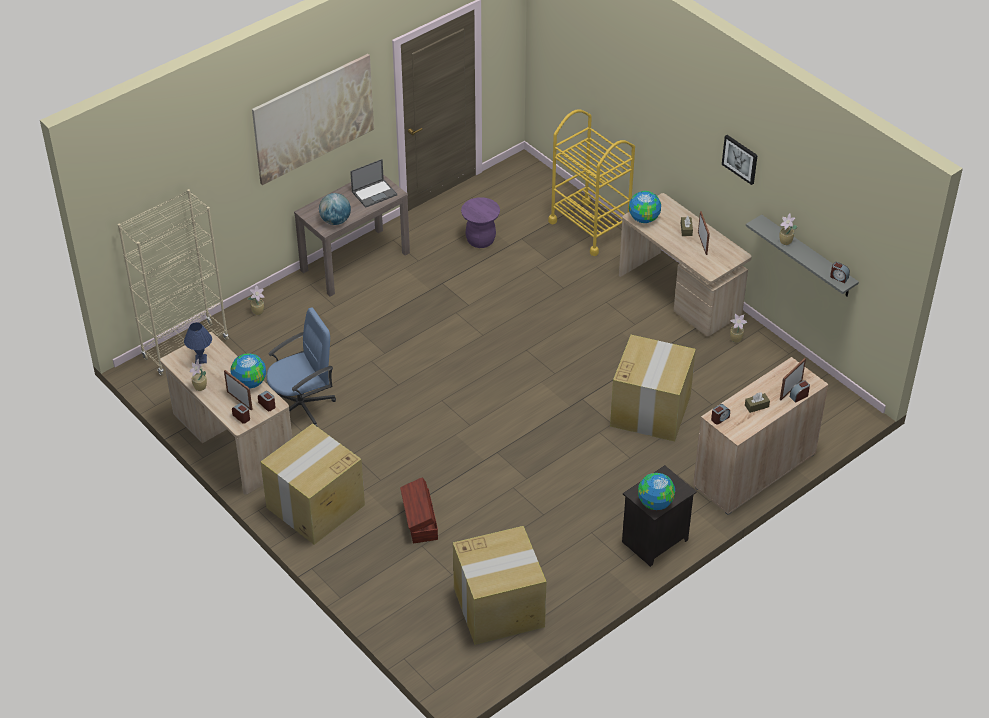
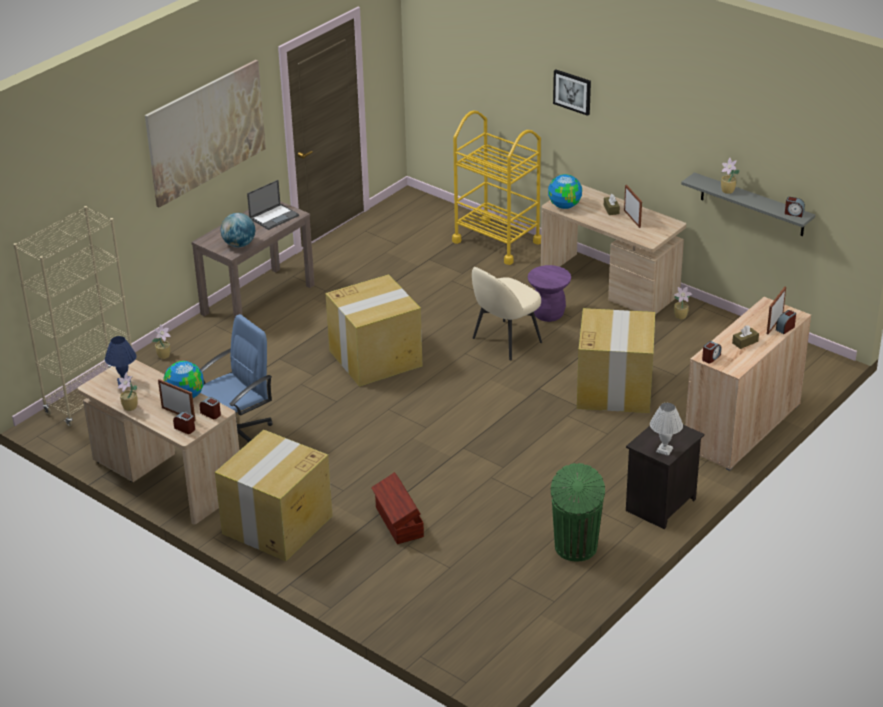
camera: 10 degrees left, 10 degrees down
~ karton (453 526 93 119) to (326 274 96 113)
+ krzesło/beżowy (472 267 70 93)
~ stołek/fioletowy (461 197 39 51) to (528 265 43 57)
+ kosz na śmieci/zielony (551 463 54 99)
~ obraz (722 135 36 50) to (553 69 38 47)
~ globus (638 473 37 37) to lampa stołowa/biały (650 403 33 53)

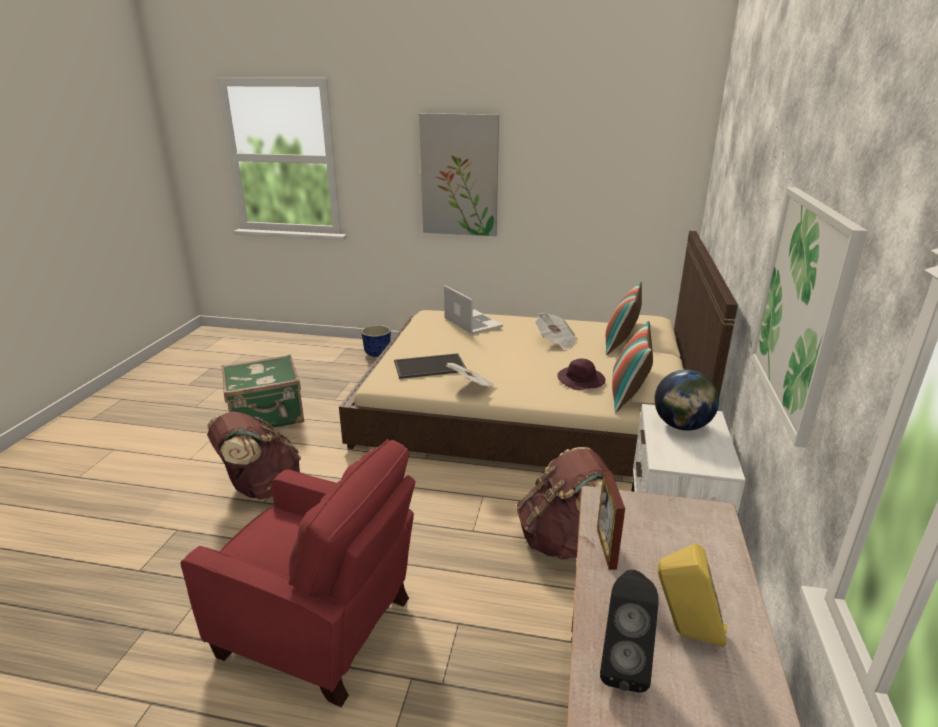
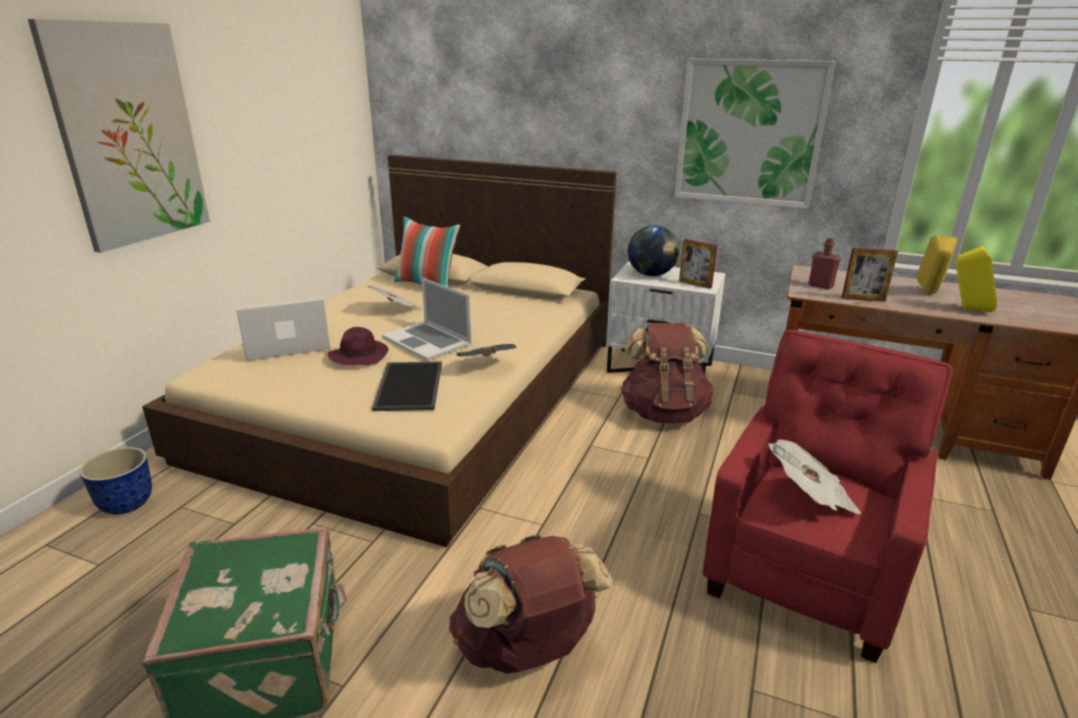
camera: 80 degrees left, 0 degrees up
~ kapelusz/fioletowy (557 359 48 31) to (328 327 60 38)
+ laptop (382 277 90 84)
+ ramka na zdjęcie (679 239 38 50)
+ gazeta (768 439 93 75)
+ butelka/czerwony (808 238 33 51)
~ głośnik/czarny (600 570 58 123) to głośnik/żółty (956 246 42 66)
- poduszka (612 321 41 91)

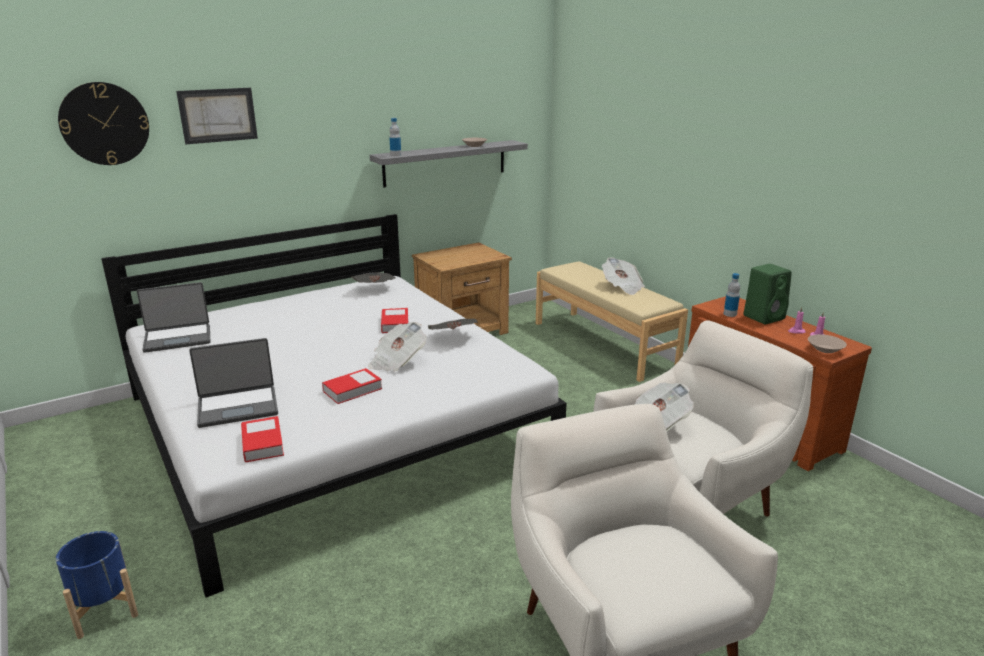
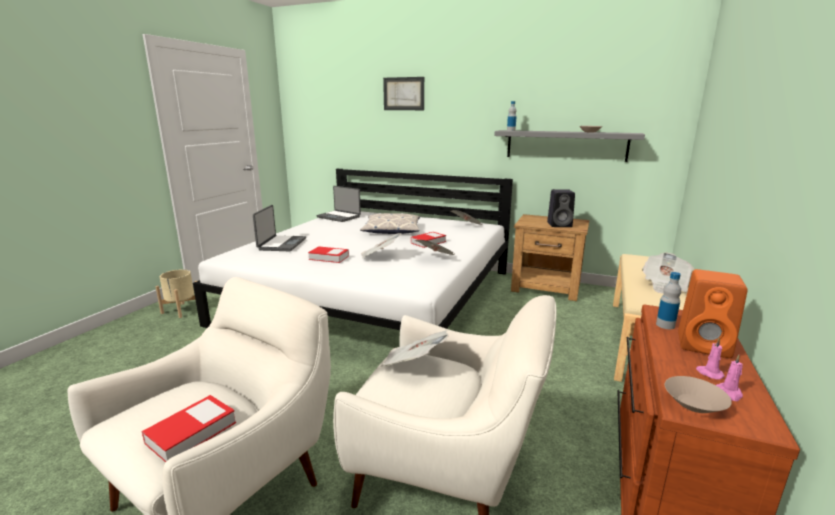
camera: 55 degrees right, 5 degrees down
~ książka (241 416 43 46) to (142 395 94 67)
~ donica/niebieski (56 531 82 108) to donica/beżowy (155 269 42 49)
~ laptop (189 338 89 90) = (253 205 53 46) 120 degrees counterclockwise
+ poduszka (360 213 60 21)
+ głośnik/czarny (547 189 28 38)
~ głośnik/zielony (744 264 48 60) to głośnik/pomarańczowy (678 269 69 89)
- zegar ścienny (58 82 91 83)

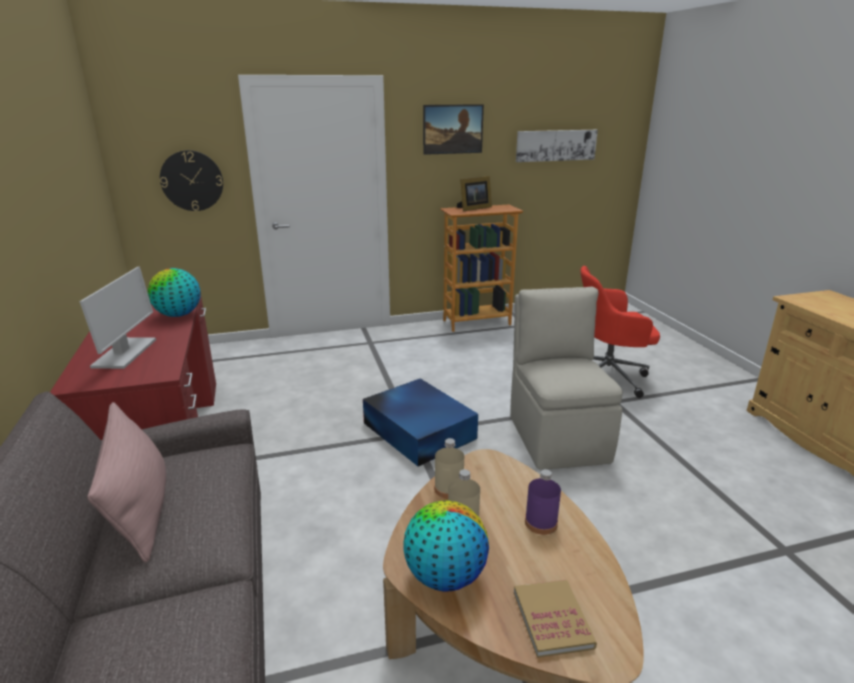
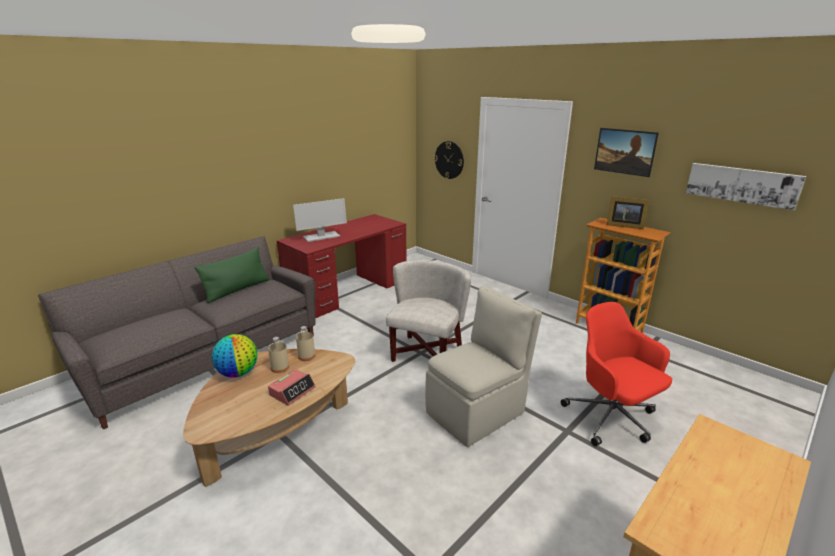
camera: 60 degrees right, 0 degrees up
~ poduszka/różowy (87 402 79 161) to poduszka/zielony (195 247 75 56)
~ butelka/fioletowy (525 469 36 66) to budzik (268 369 48 37)
~ pojemnik do przechowywania/niebieski (363 378 115 88) to fotel/biały (386 260 85 102)
- globus (148 268 53 49)
- książka (514 580 83 78)

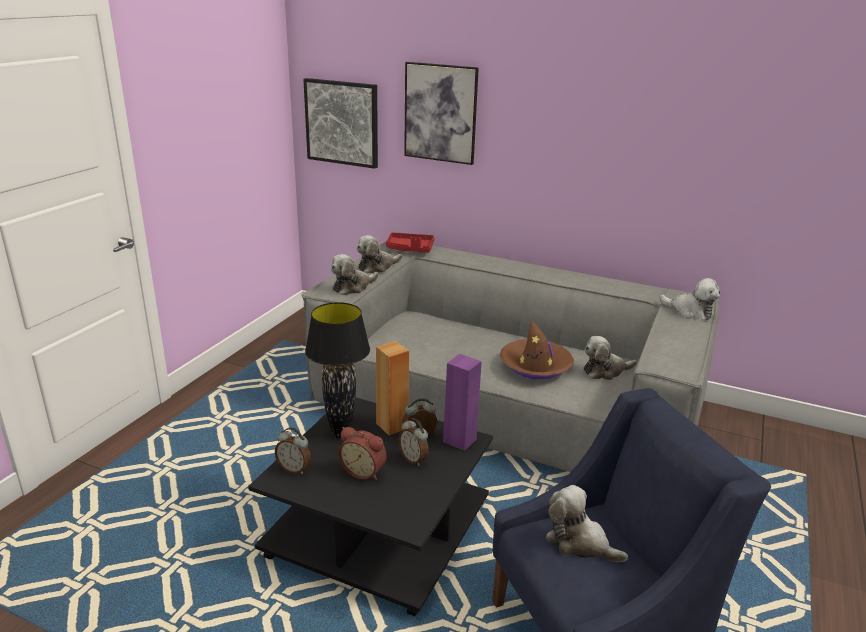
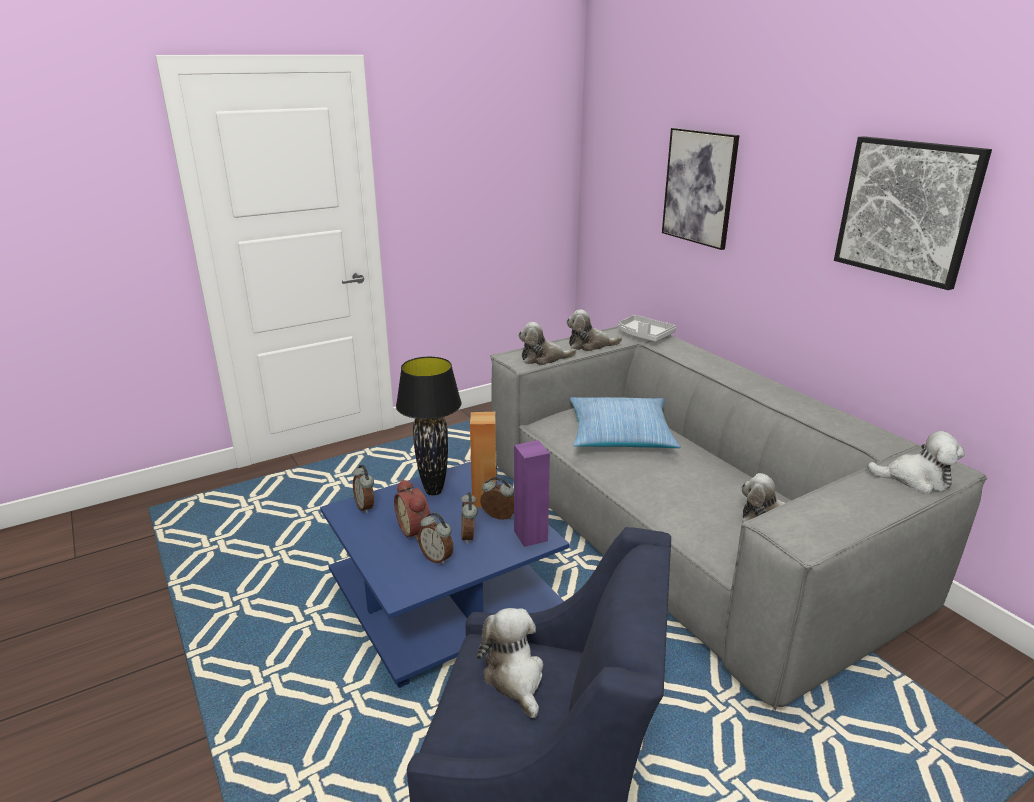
camera: 35 degrees right, 0 degrees up
~ ława/czarny (248 398 245 218) to ława/niebieski (320 462 249 226)
+ budzik (418 512 36 53)
+ poduszka (570 397 111 51)
~ taca/czerwony (386 233 48 19) to taca/szary (618 315 58 27)
~ obraz (303 78 75 91) to (834 136 158 154)
~ pluszak (660 278 60 42) = (867 431 98 62) 60 degrees counterclockwise
- kapelusz/brązowy (500 320 74 59)

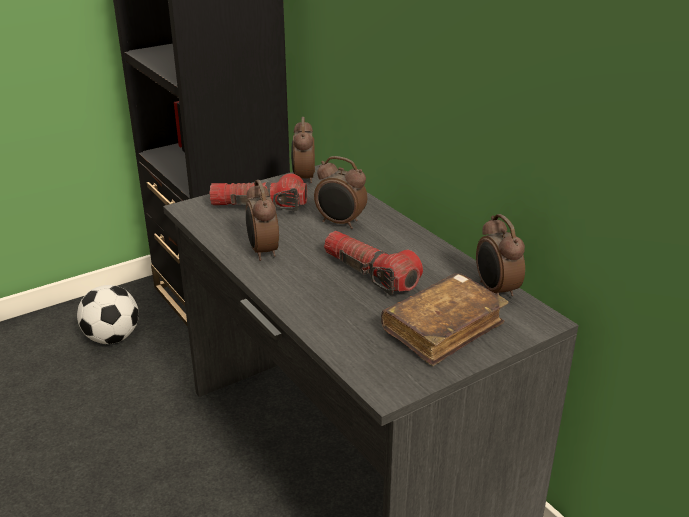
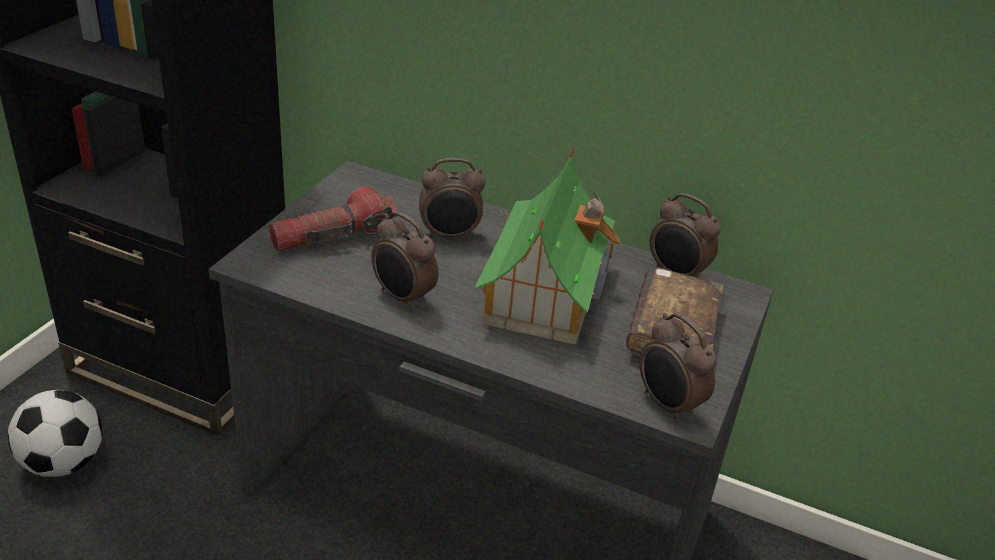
camera: 35 degrees left, 5 degrees up
~ latarka (324 231 99 64) to domek (475 147 146 198)
~ budzik (291 117 24 66) to (639 313 78 110)

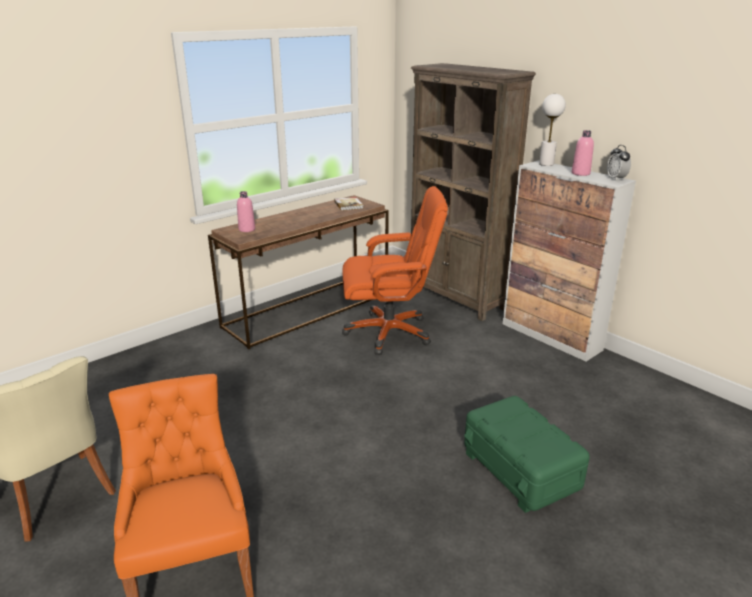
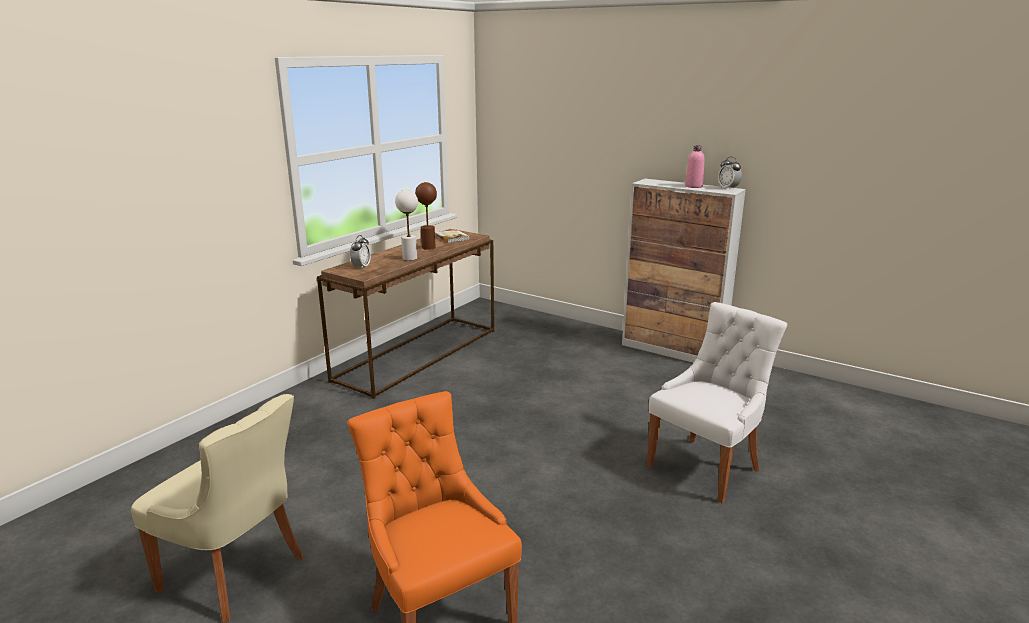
camera: 15 degrees left, 5 degrees down
~ butelka/różowy (237 191 18 41) to budzik (350 235 21 34)
~ lampa stołowa/biały (539 94 27 72) to (395 190 23 71)
+ lampa stołowa/brązowy (415 182 22 68)
~ pojemnik do przechowywania/zielony (464 396 126 117) to krzesło/biały (647 302 141 201)
- krzesło biurowe/pomarańczowy (342 186 106 169)
- regał/brązowy (411 63 125 258)

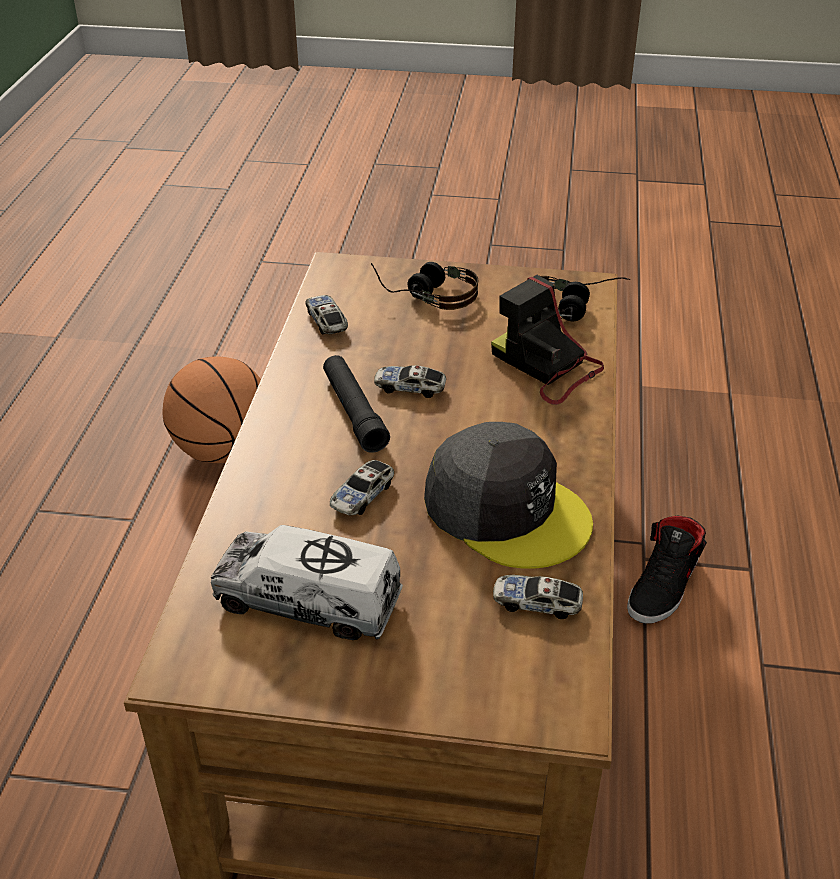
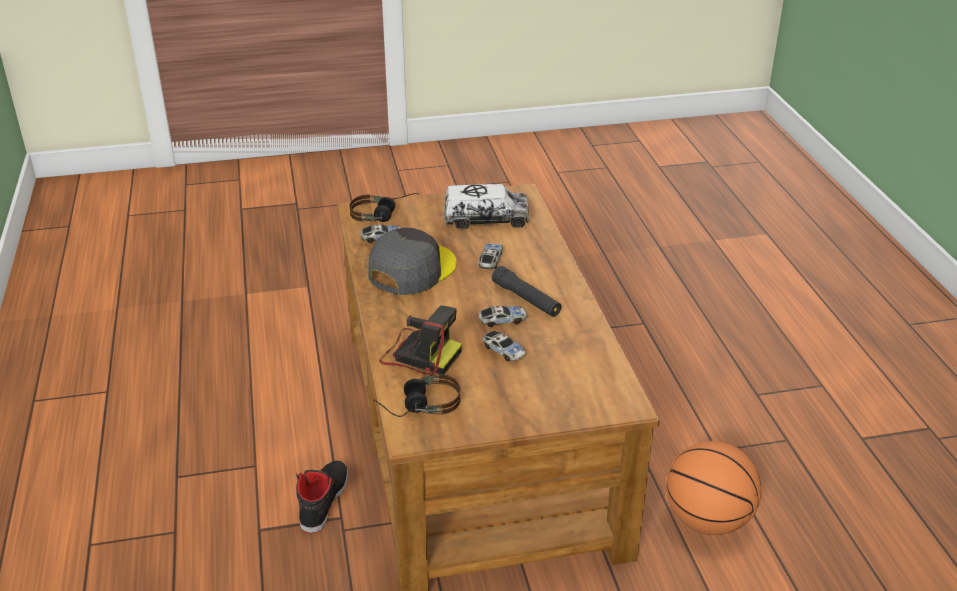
camera: 160 degrees right, 5 degrees down
~ słuchawki (371 262 107 48) to (349 193 69 29)
~ czapka z daszkiem/szary (424 422 169 146) = (368 228 88 67) 105 degrees clockwise
~ samochodzik (305 295 43 39) to (482 331 44 30)

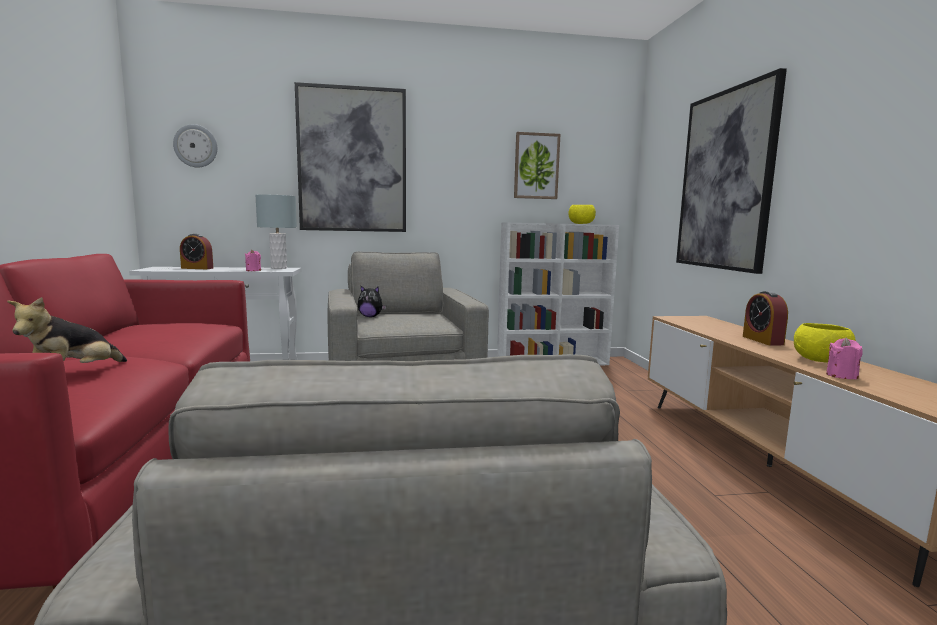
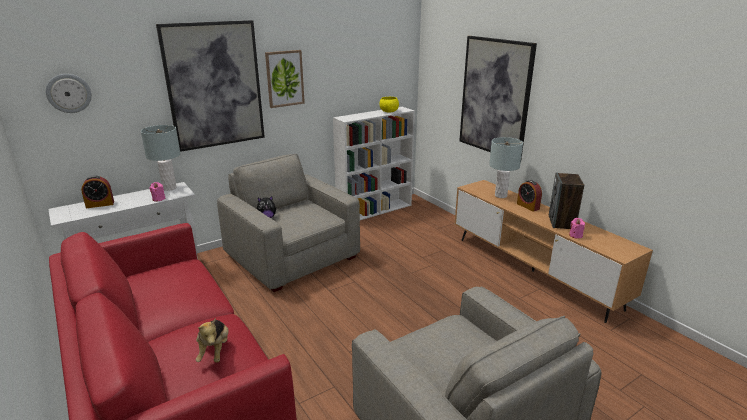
camera: 25 degrees left, 15 degrees up
~ obraz (514 132 47 67) to (265 50 40 58)
+ lampa stołowa/szary (489 137 34 61)
~ miska/żółty (794 323 62 40) to głośnik (549 173 35 56)

